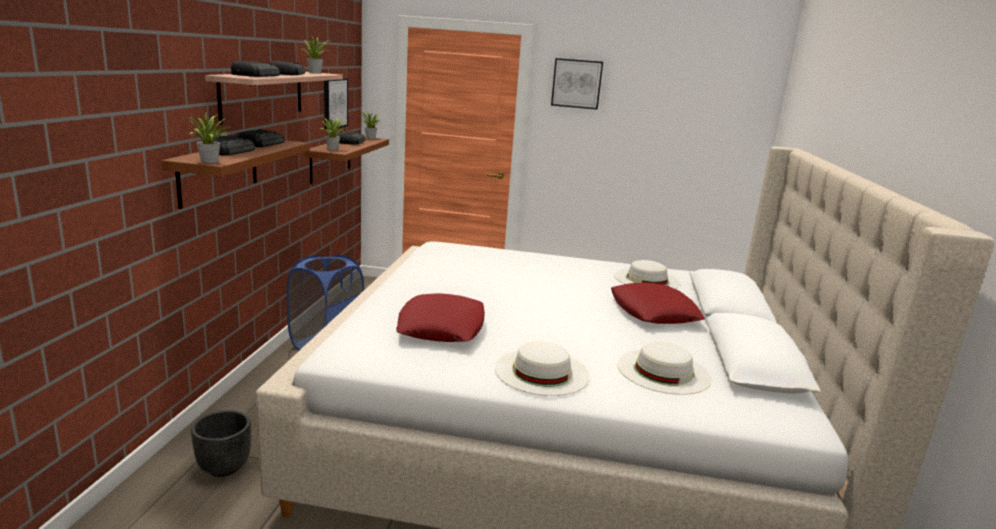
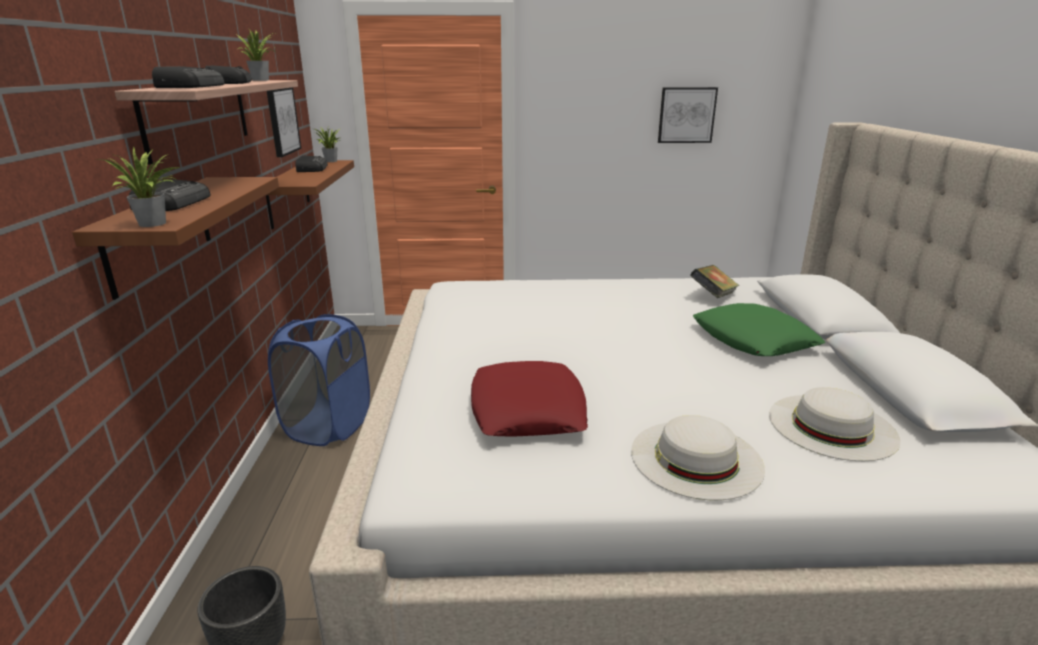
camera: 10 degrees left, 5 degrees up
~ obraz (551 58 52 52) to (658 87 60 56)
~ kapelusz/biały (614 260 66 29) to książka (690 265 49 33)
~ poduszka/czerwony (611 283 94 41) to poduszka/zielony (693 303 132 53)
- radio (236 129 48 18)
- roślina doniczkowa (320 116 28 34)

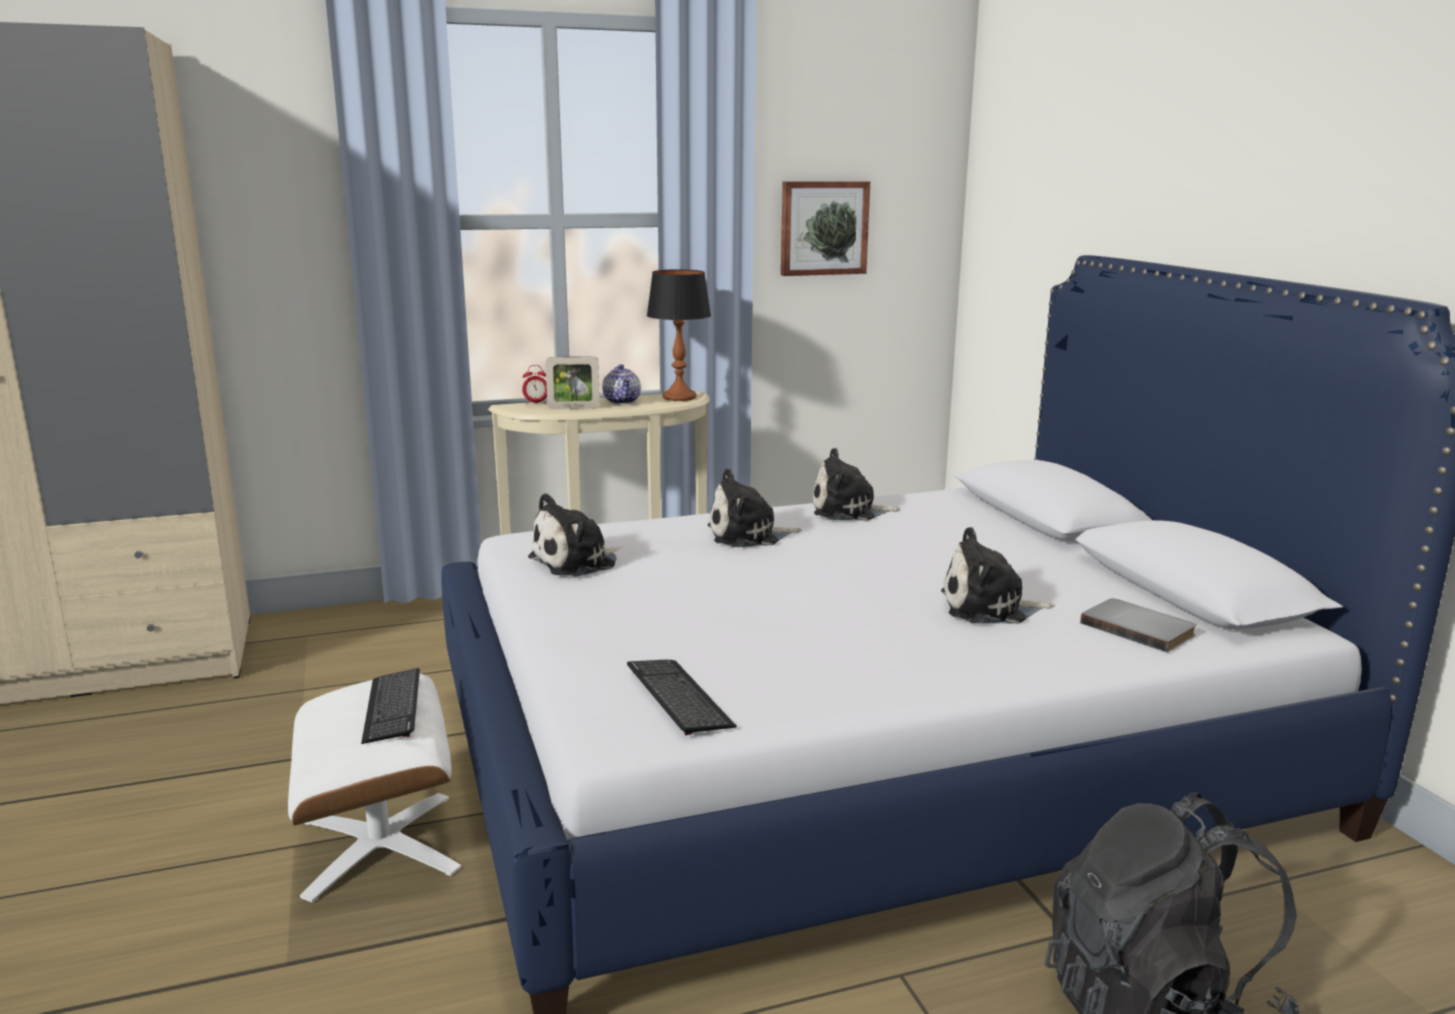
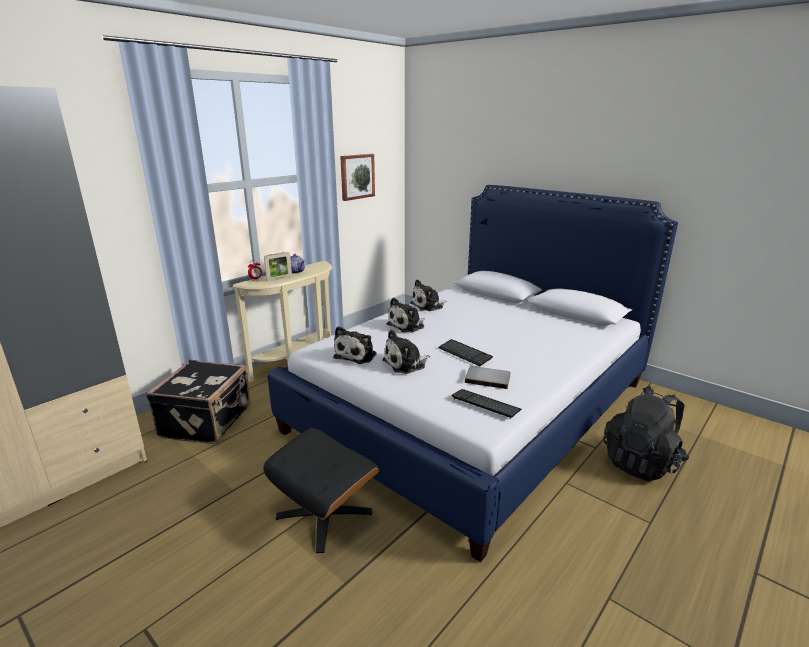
camera: 30 degrees left, 5 degrees up
+ walizka/czarny (146 360 104 84)
~ pufa/biały (288 674 173 229) to pufa/czarny (263 428 117 125)
~ pluszak (941 527 114 97) to (382 330 48 44)
~ klawiatura (361 668 59 76) to (438 339 55 27)
~ książka/szary (1080 598 116 54) to (465 366 46 23)
- lampa stołowa (647 269 64 132)

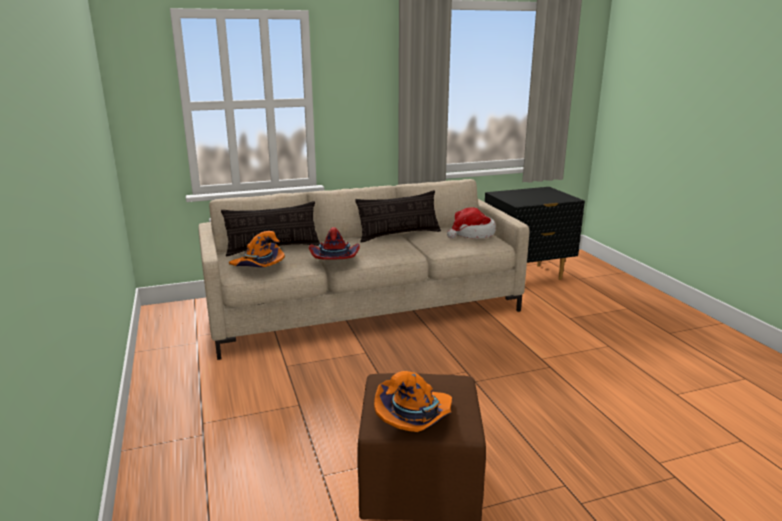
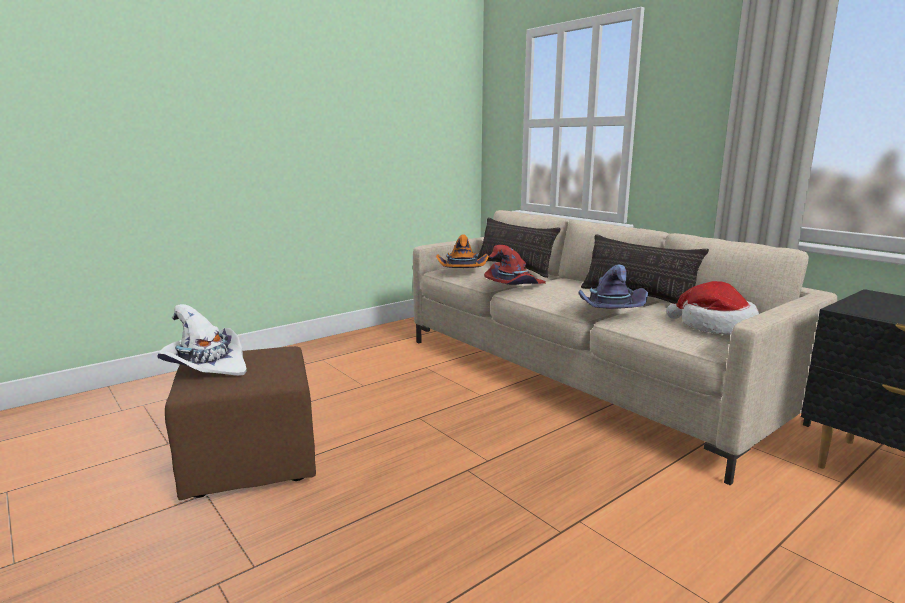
camera: 70 degrees right, 5 degrees down
~ kapelusz/pomarańczowy (374 371 78 61) to kapelusz/biały (157 304 90 72)
+ kapelusz/fioletowy (578 265 70 44)

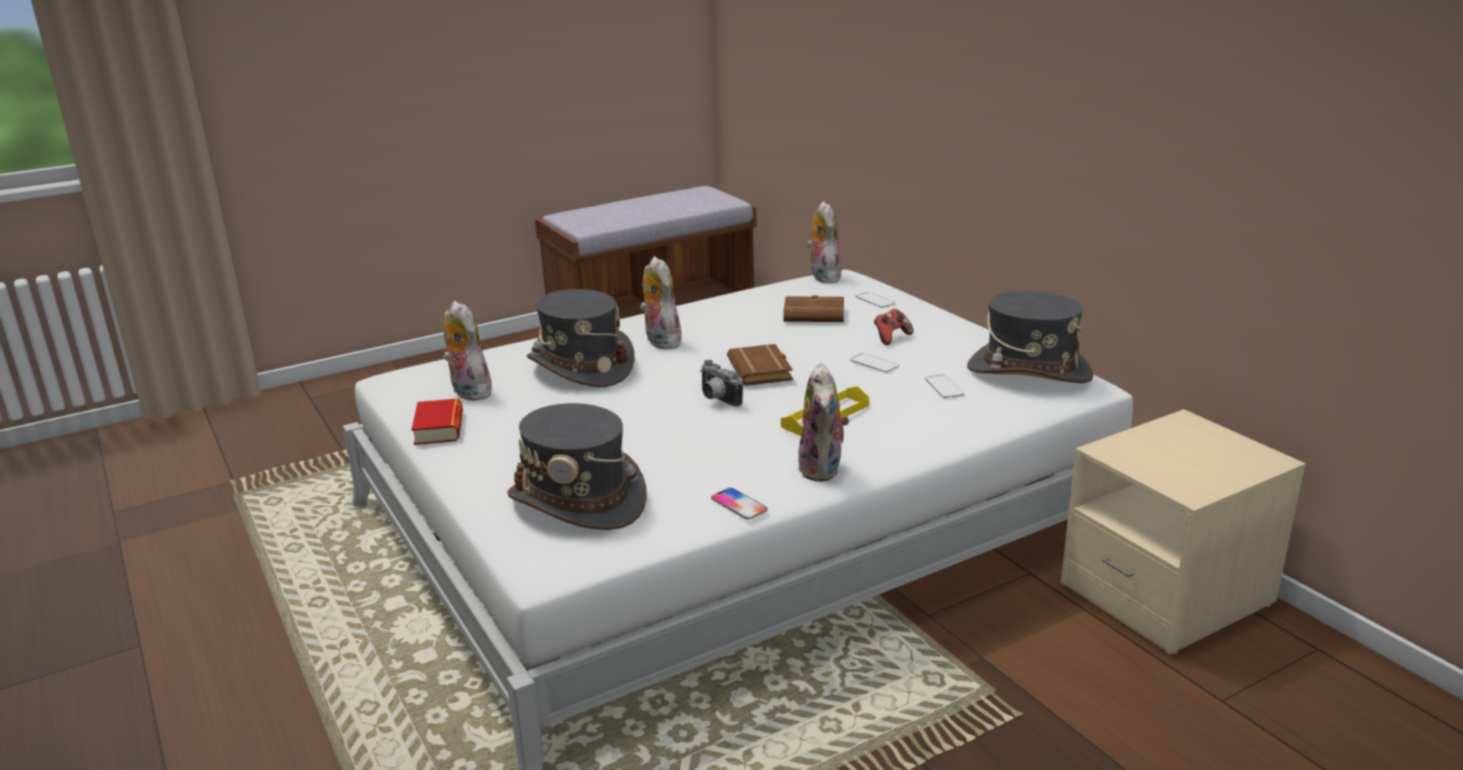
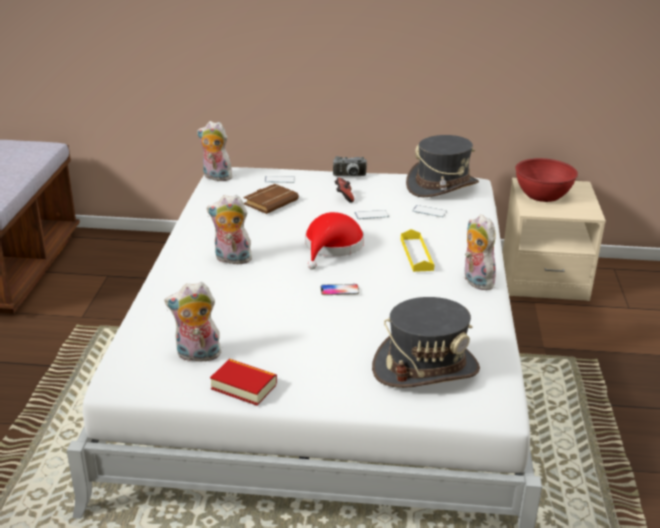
camera: 55 degrees left, 5 degrees up
~ książka/brązowy (727 344 66 42) to kapelusz/czerwony (305 212 59 58)
~ telefon (711 488 57 31) to (320 284 39 11)
~ aparat fotograficzny (700 360 43 47) to (333 156 34 20)
~ pluszak (798 363 52 119) = (465 214 31 76) 150 degrees counterclockwise
+ miska/czerwony (515 158 63 44)
- kapelusz/szary (527 289 108 98)

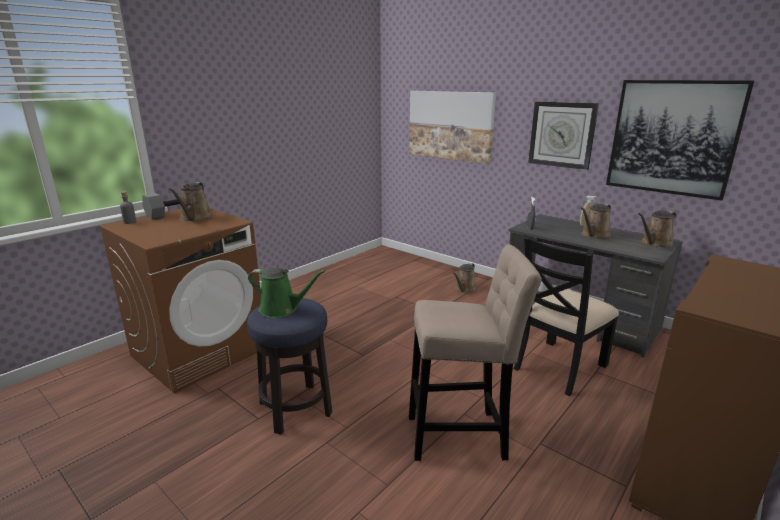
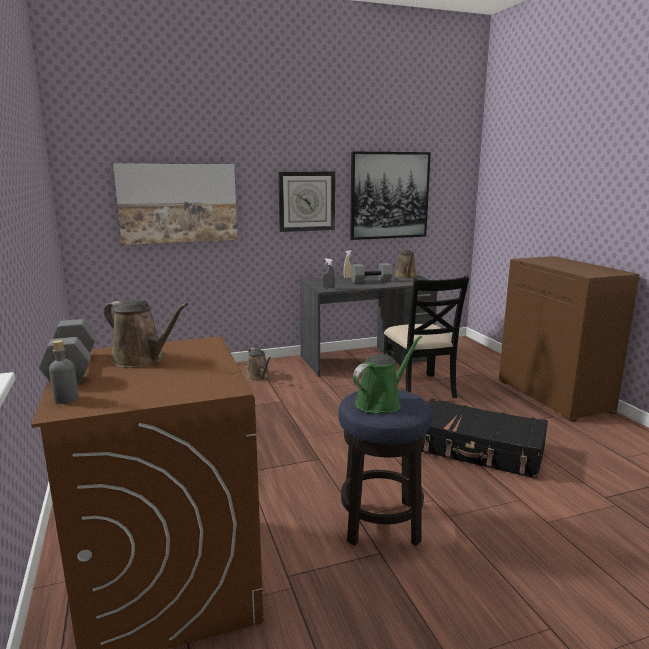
camera: 60 degrees left, 5 degrees down
~ konewka/brązowy (581 204 30 35) to hantel/szary (351 263 41 20)
~ stołek/beżowy (409 244 133 217) to walizka/czarny (421 398 127 81)

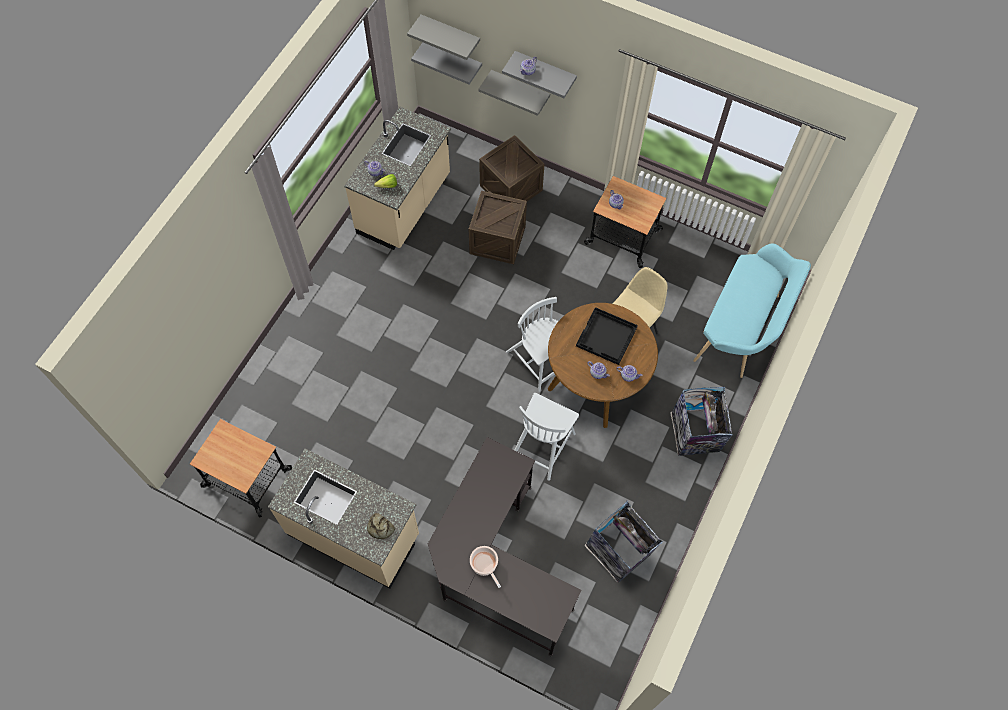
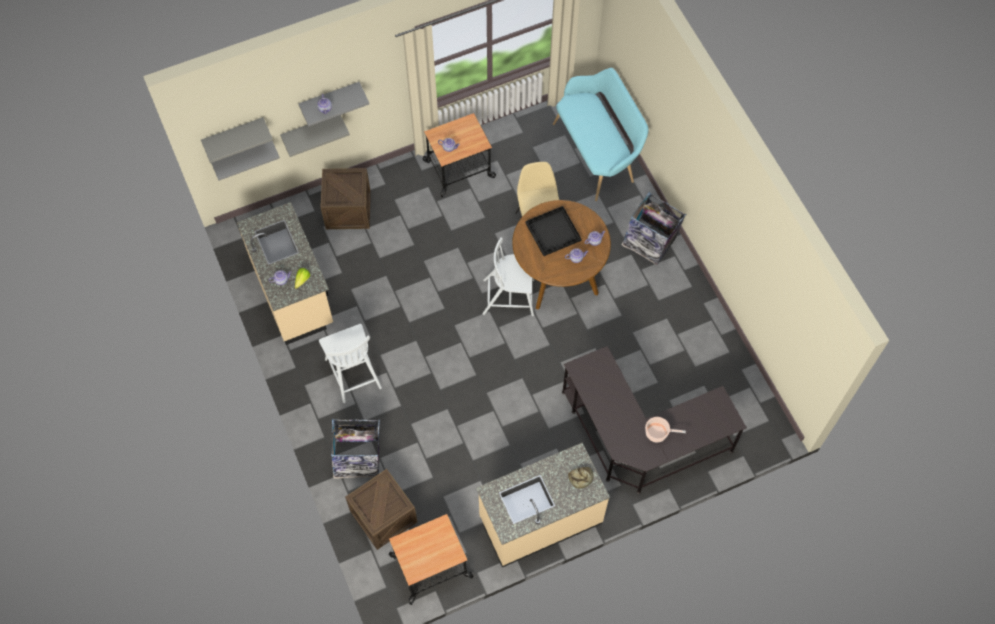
camera: 50 degrees left, 0 degrees up
~ krzesło/biały (514 393 65 88) to (319 324 63 79)
~ kosz na śmieci (584 501 80 81) to (331 419 49 60)
~ skrzynka (469 191 58 73) to (345 469 72 81)

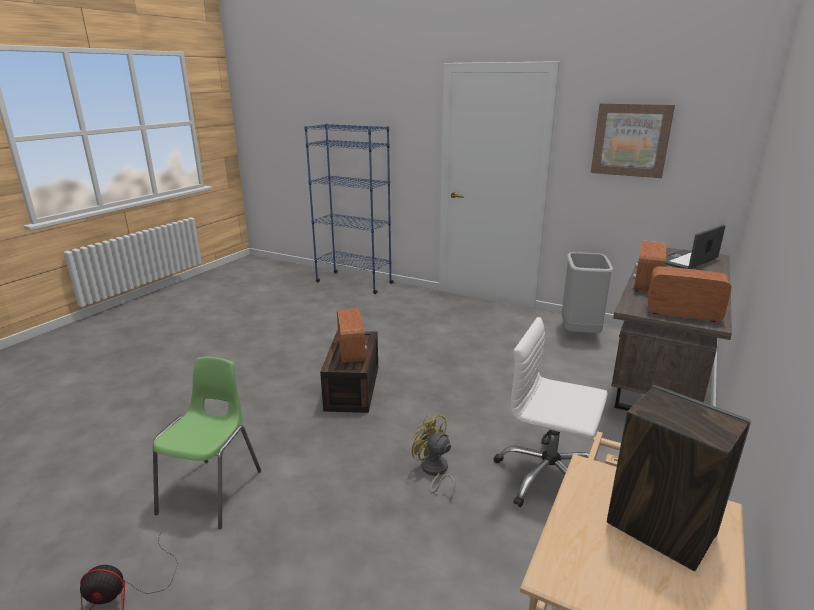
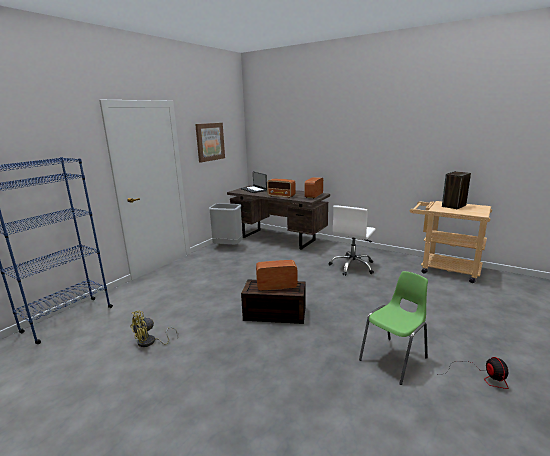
camera: 85 degrees left, 5 degrees down
~ wentylator/żółty (412 414 43 88) to (130 311 48 36)
~ krzesło/zielony (153 357 108 172) = (359 271 69 114) 120 degrees clockwise

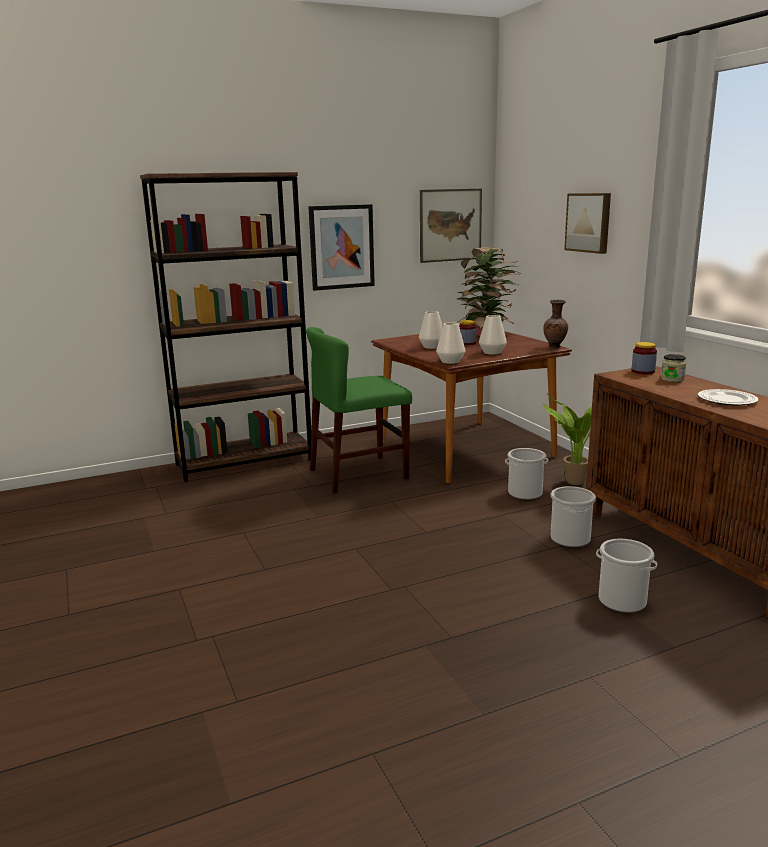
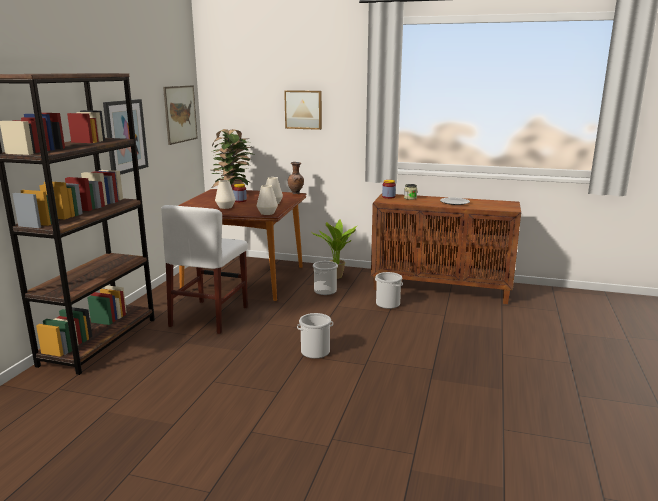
camera: 50 degrees left, 0 degrees up
~ krzesło/zielony (306 327 106 167) to krzesło/biały (161 205 87 129)
~ wiadro (596 539 61 74) to (297 313 36 46)

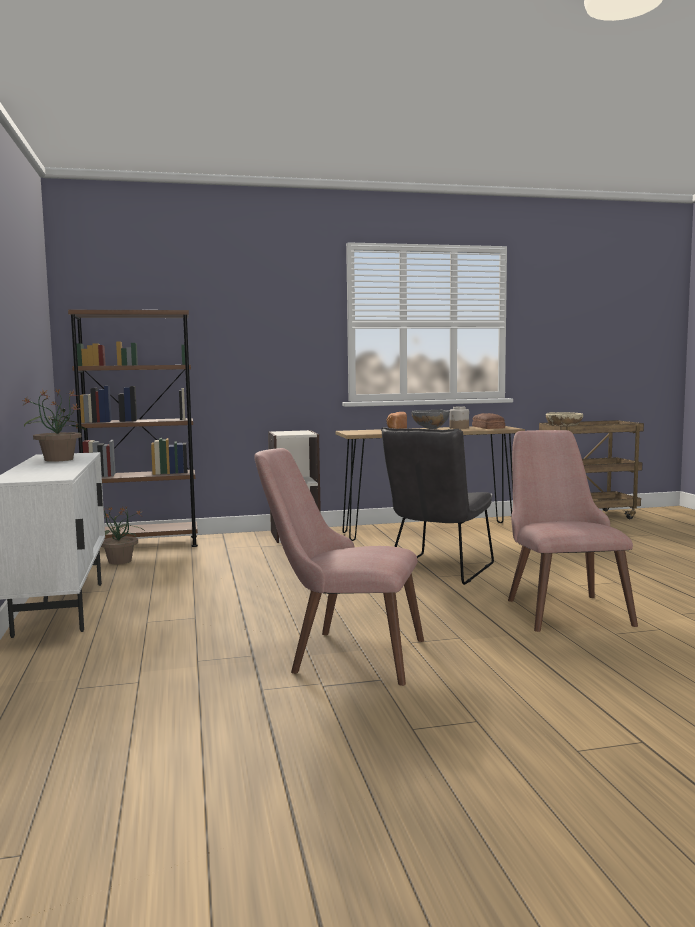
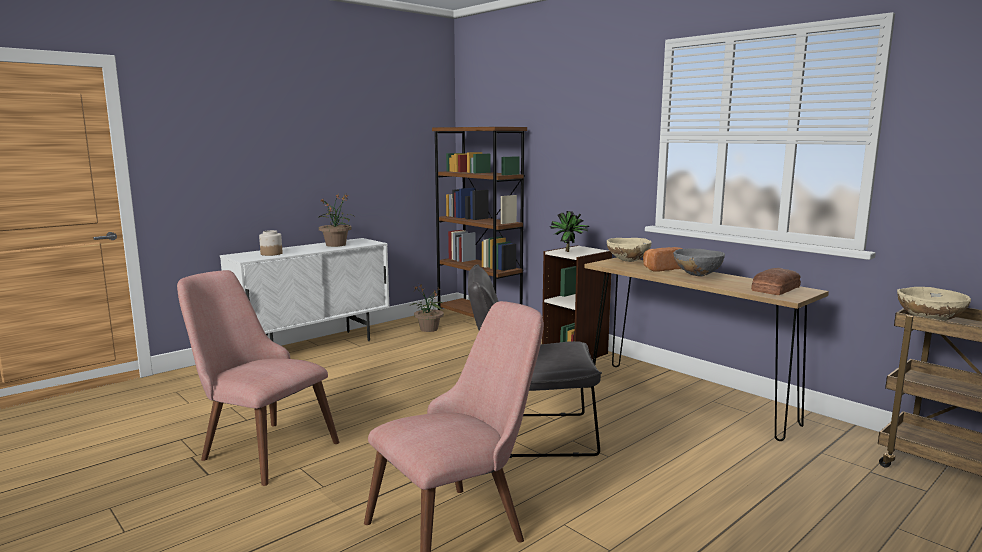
camera: 60 degrees right, 5 degrees up
~ krzesło/różowy (255 448 169 238) = (177 270 162 216) 45 degrees counterclockwise
~ słoik (449 407 20 22) to (259 230 24 26)
+ roślina doniczkowa (550 211 39 41)
+ miska/beżowy (607 238 44 24)

